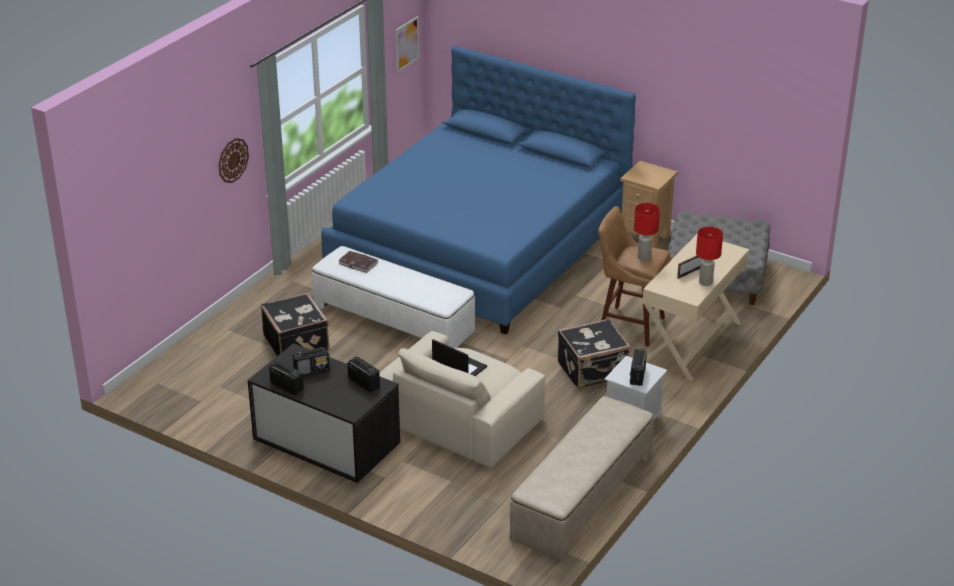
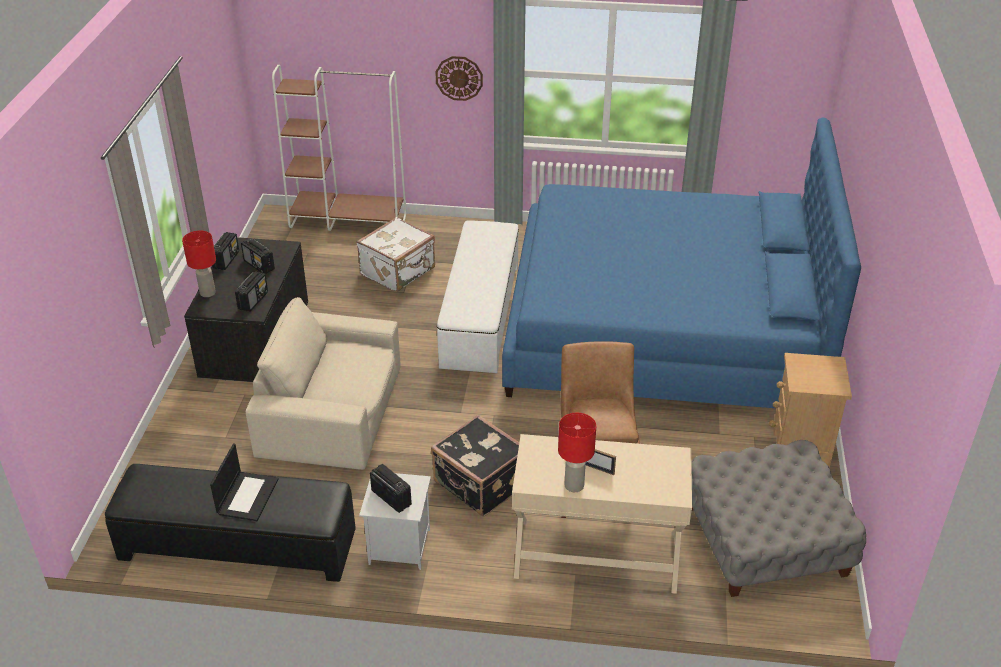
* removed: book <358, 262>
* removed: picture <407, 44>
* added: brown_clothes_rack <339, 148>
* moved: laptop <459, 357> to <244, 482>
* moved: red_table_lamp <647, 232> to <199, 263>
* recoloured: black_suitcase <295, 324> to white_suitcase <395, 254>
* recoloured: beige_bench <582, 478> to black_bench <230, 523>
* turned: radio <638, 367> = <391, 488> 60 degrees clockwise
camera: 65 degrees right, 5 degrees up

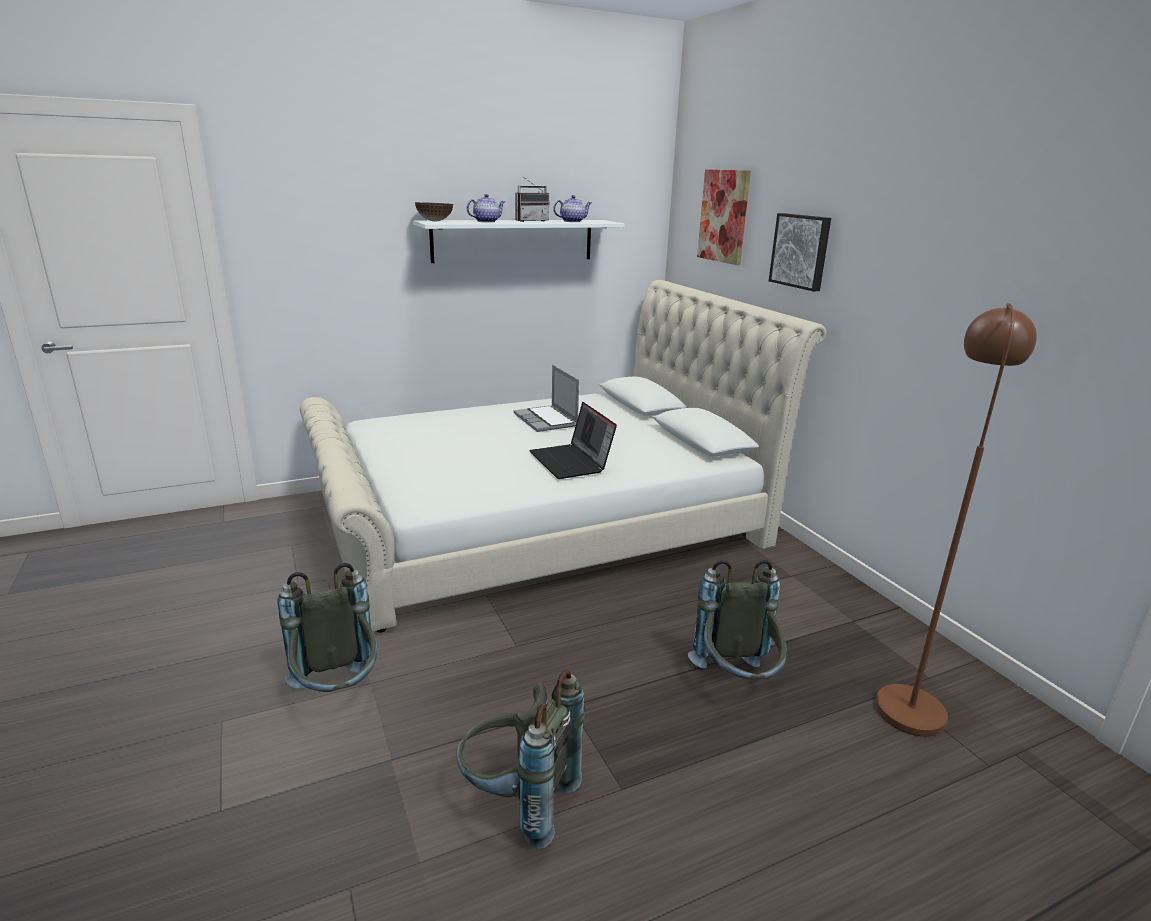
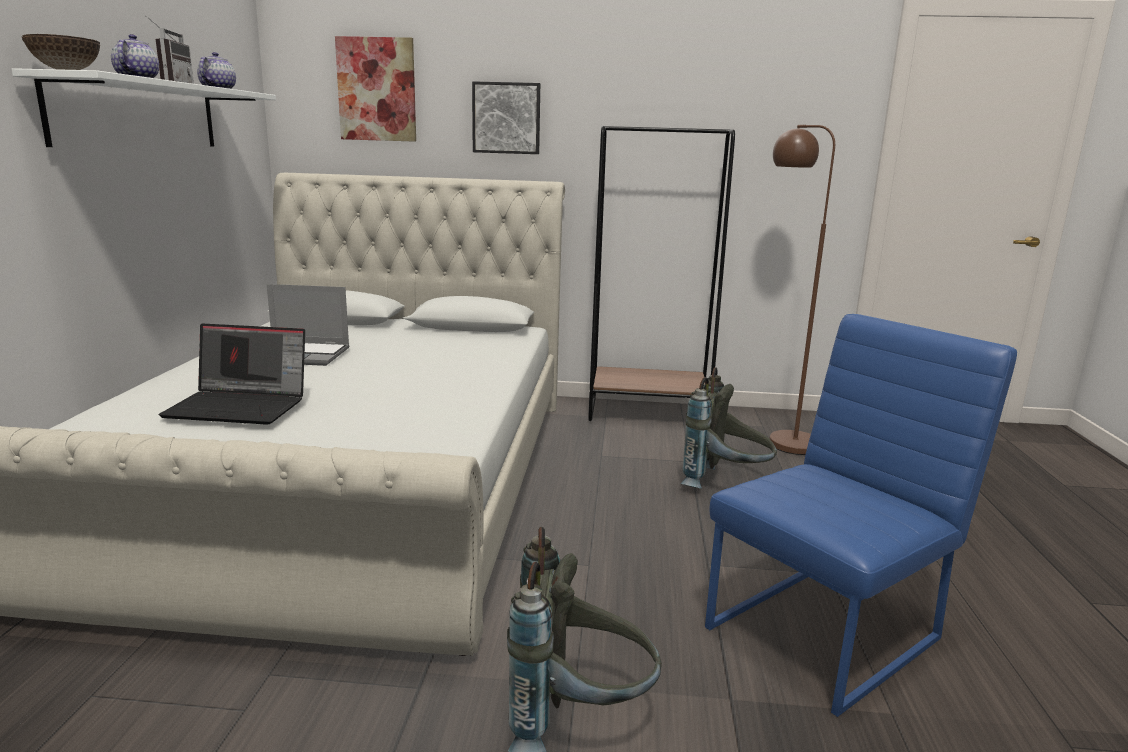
* added: clothes_rack <661, 273>
* moved: laptop <573, 440> to <232, 374>
* replaced: grey_backpack <521, 759> to blue_chair <861, 515>
camera: 60 degrees left, 5 degrees down

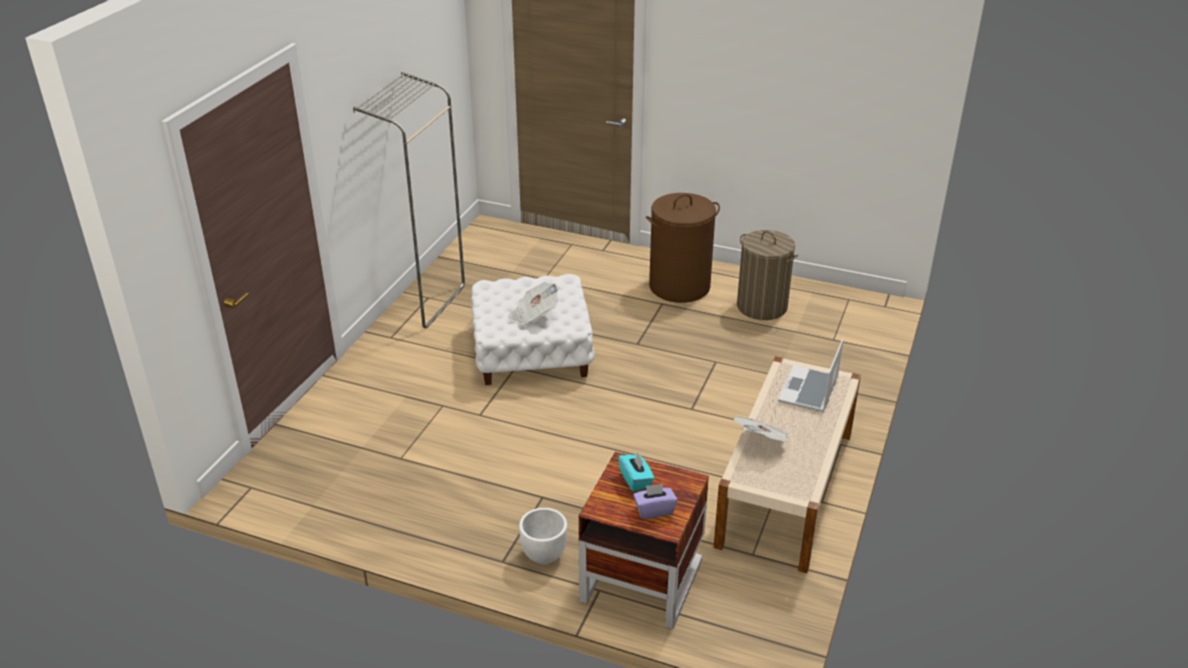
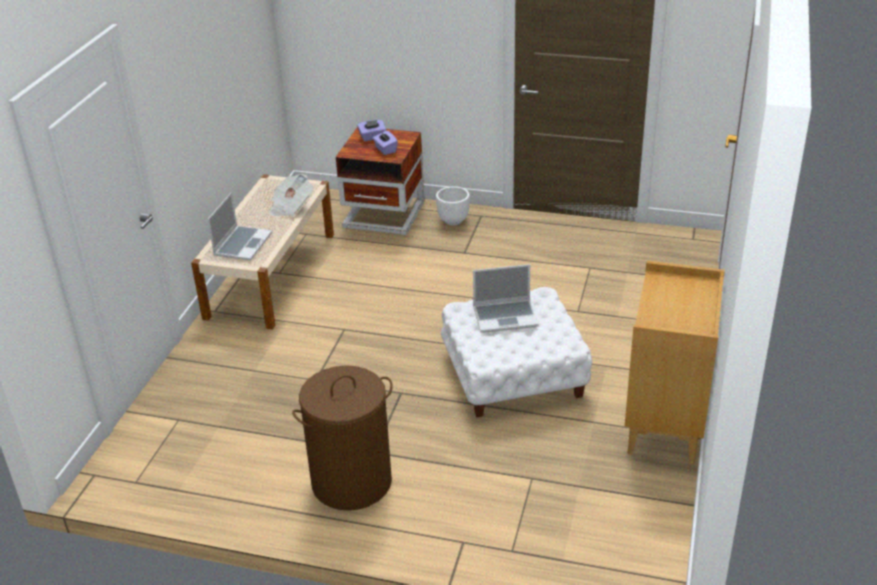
* removed: laundry_basket <767, 275>
* replaced: grey_clothes_rack <409, 200> to brown_cabinet <674, 362>
* replaced: newspaper <534, 304> to laptop <506, 298>
* recoloured: turquoise_tissue_box <636, 472> to purple_tissue_box <385, 142>
camera: 175 degrees right, 0 degrees up

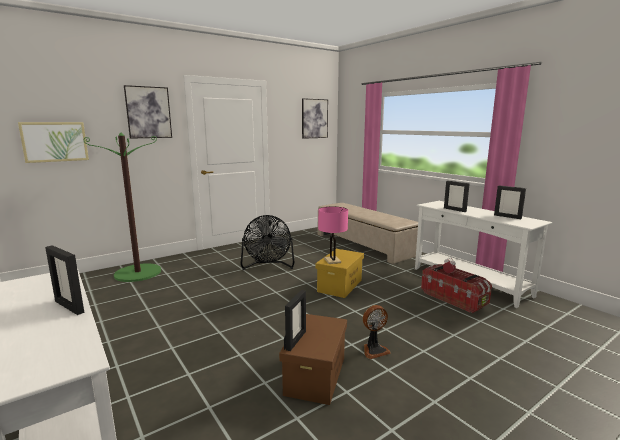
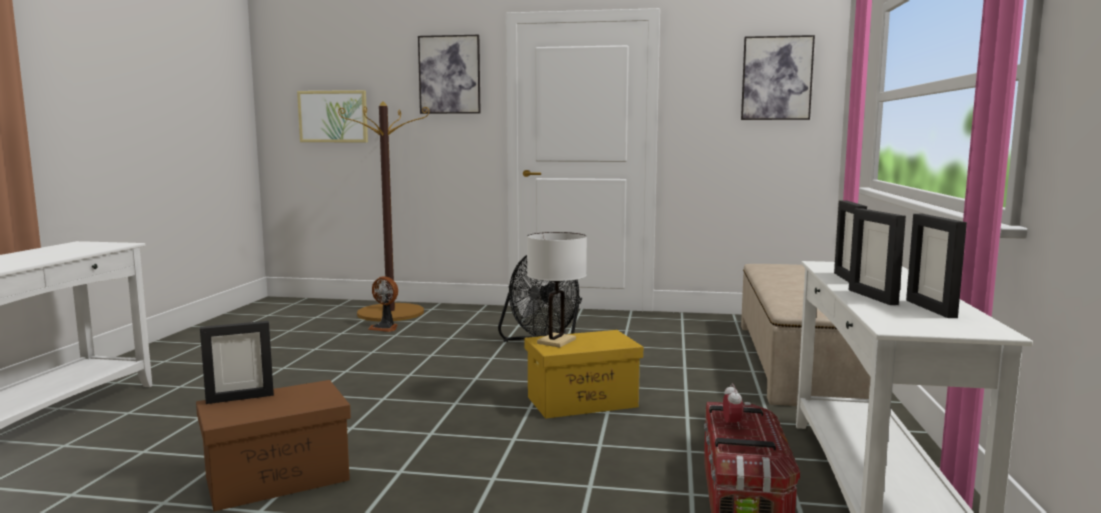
* moved: picture_frame <64, 280> to <877, 256>
* moved: fan <377, 332> to <383, 304>
* recoloured: green_clothes_rack <122, 207> to brown_clothes_rack <384, 211>
* recoloured: pink_table_lamp <333, 235> to white_table_lamp <557, 289>
camera: 45 degrees right, 5 degrees down

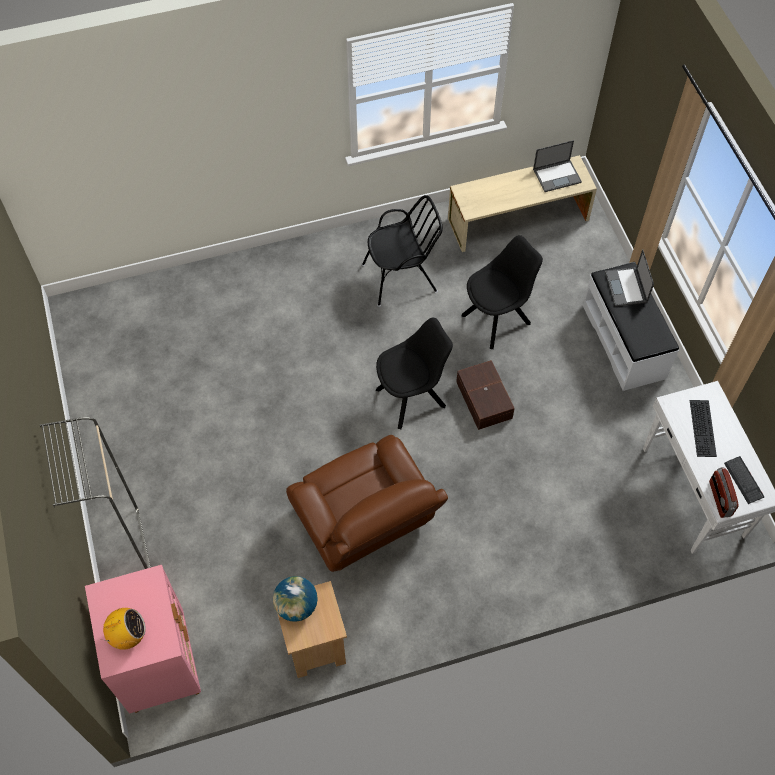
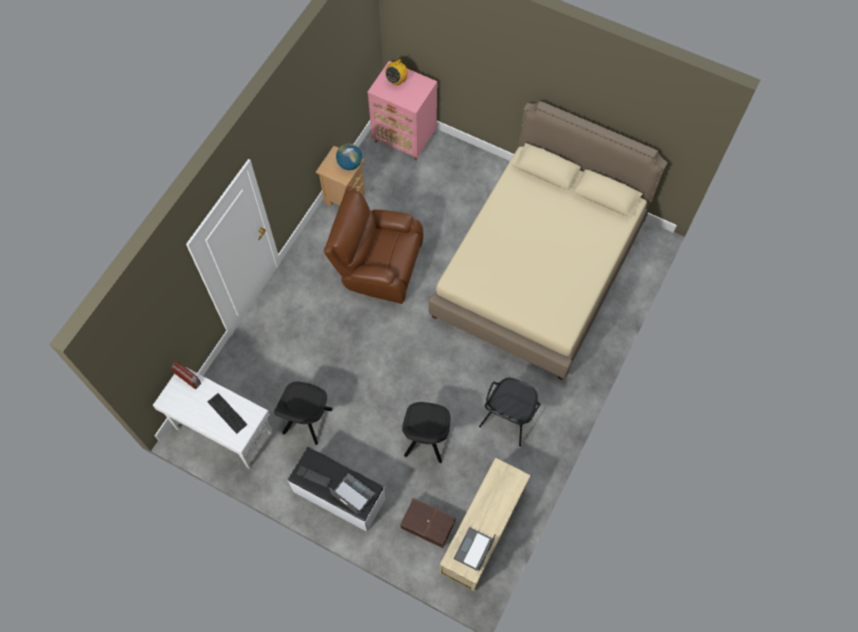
* removed: grey_clothes_rack <95, 493>
* added: beige_bed <548, 240>
* moved: black_chair <414, 373> to <303, 413>
* moved: brown_storage_box <485, 395> to <428, 523>
* moved: keyboard <744, 480> to <314, 476>
camera: 135 degrees right, 5 degrees up

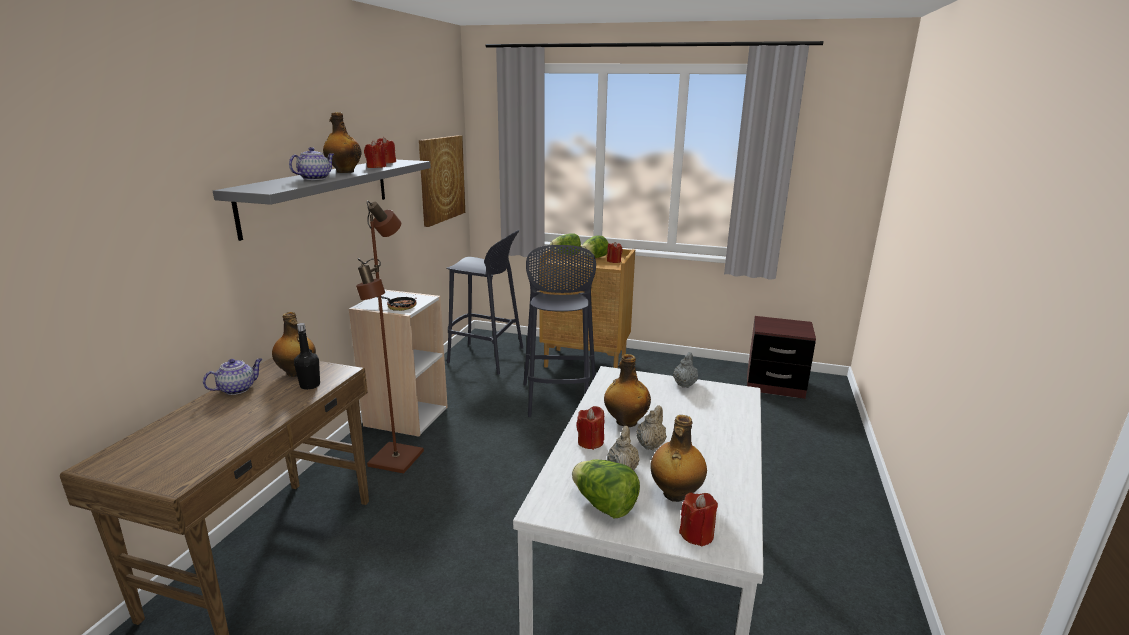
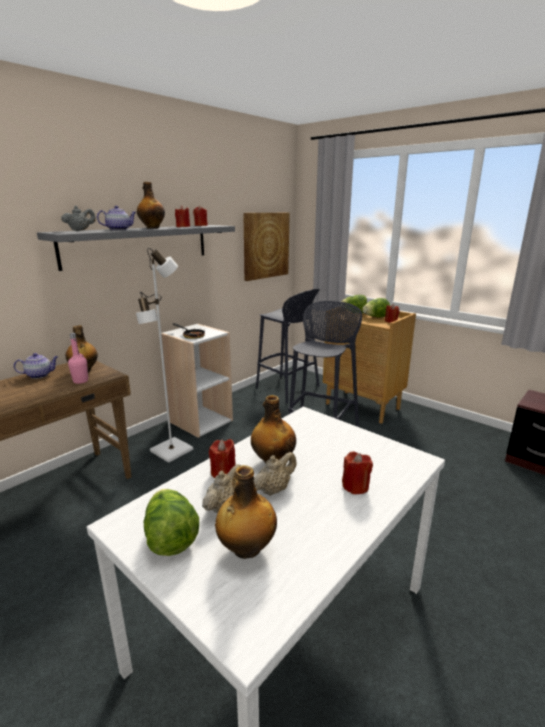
* moved: grey_teapot <685, 370> to <78, 218>
* moved: red_candle <698, 519> to <357, 473>
* recoloured: black_bottle <307, 356> to pink_bottle <78, 358>
* recoloured: brown_floor_lamp <390, 337> to white_floor_lamp <164, 355>
camera: 25 degrees right, 0 degrees up

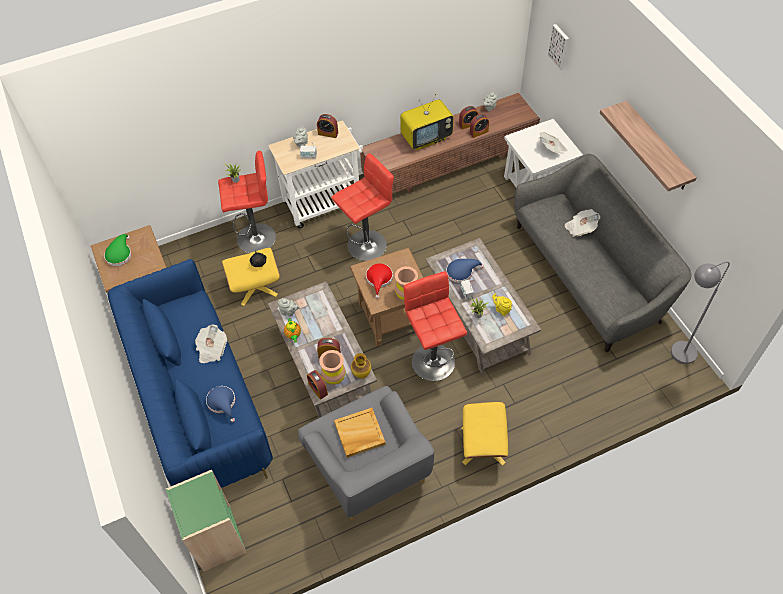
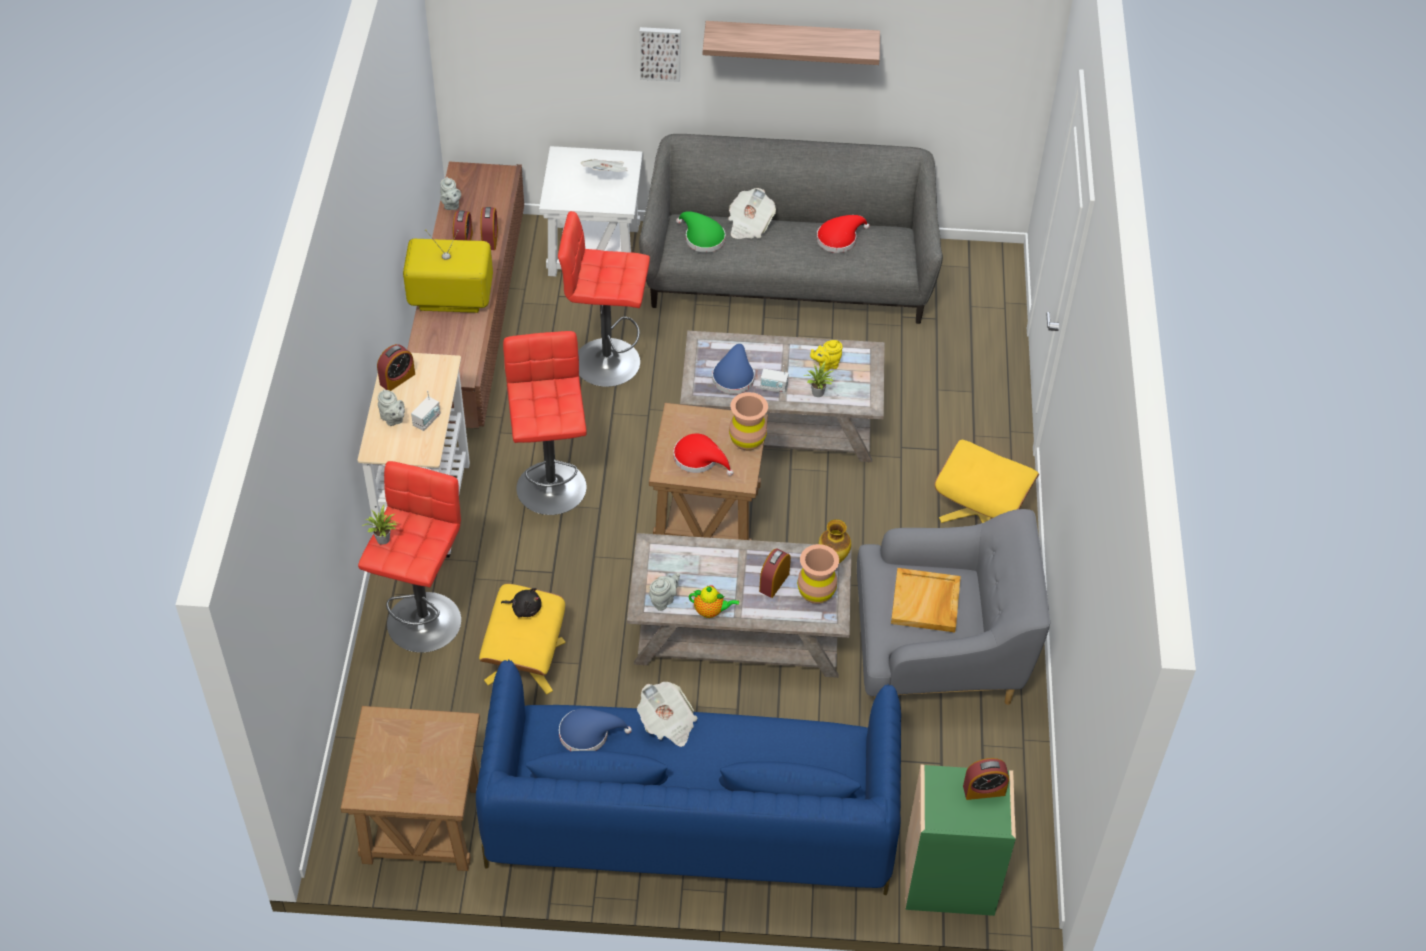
* removed: grey_floor_lamp <700, 313>
* added: red_hat <843, 234>
* moved: green_hat <118, 250> to <700, 232>
* moved: blue_hat <220, 404> to <595, 729>
* moved: alarm_clock <317, 385> to <986, 779>
* moved: red_stool <435, 326> to <604, 299>
* moved: picture <558, 47> to <660, 54>
* turned: television <427, 122> = <448, 271> 90 degrees counterclockwise
camera: 65 degrees left, 5 degrees down

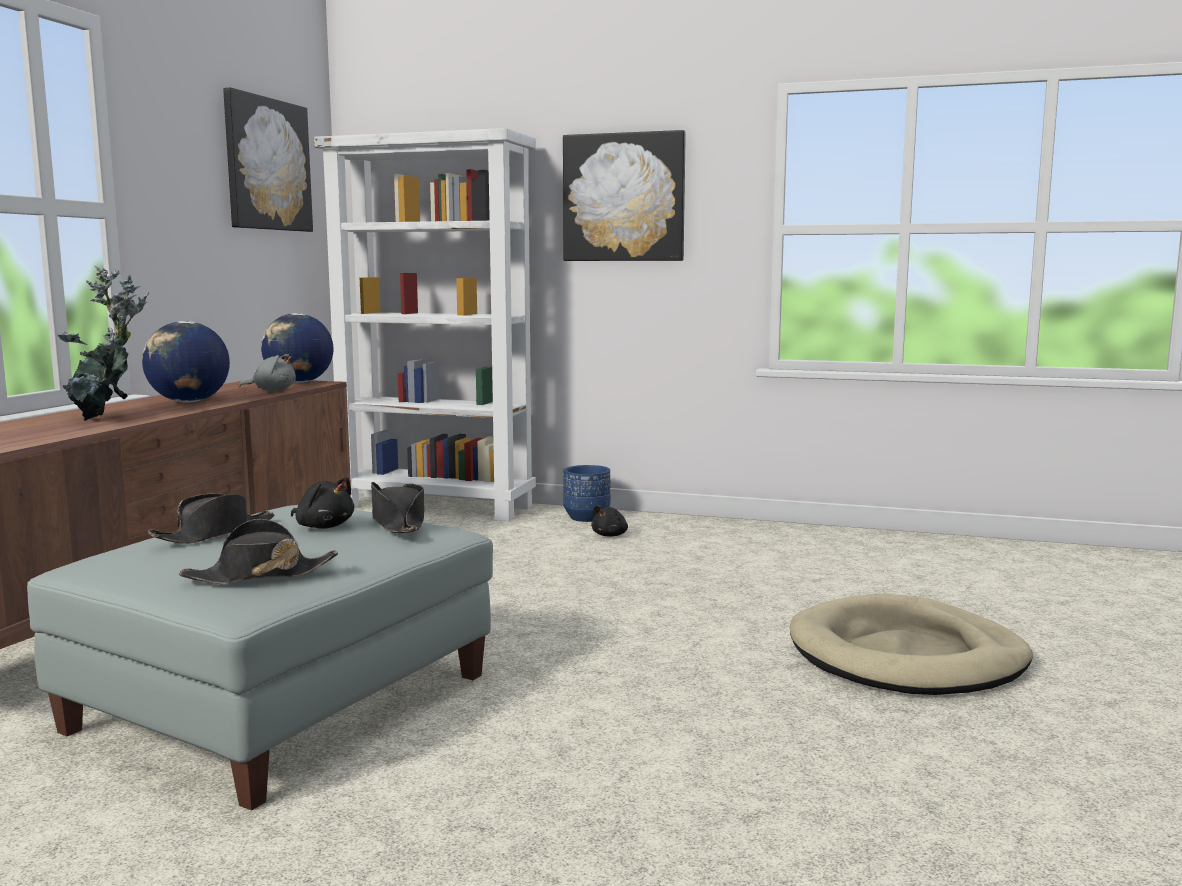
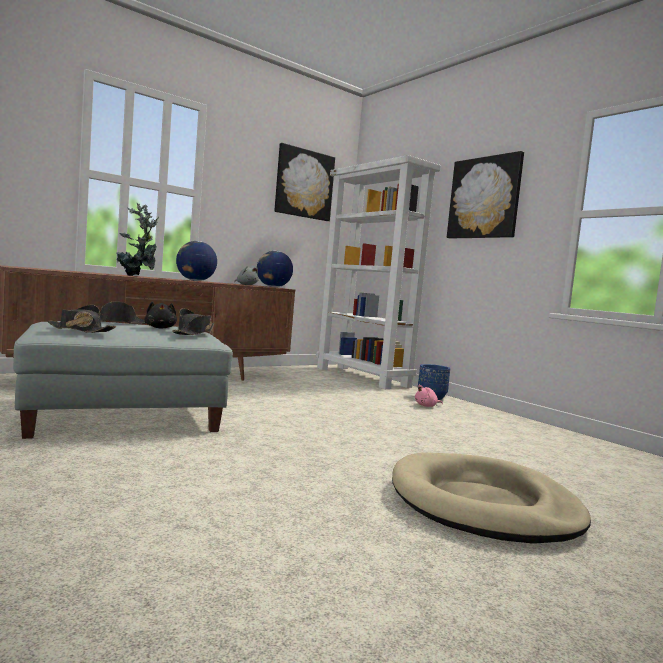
* recoloured: black_plush_toy <609, 521> to pink_plush_toy <429, 396>
camera: 35 degrees right, 5 degrees down

